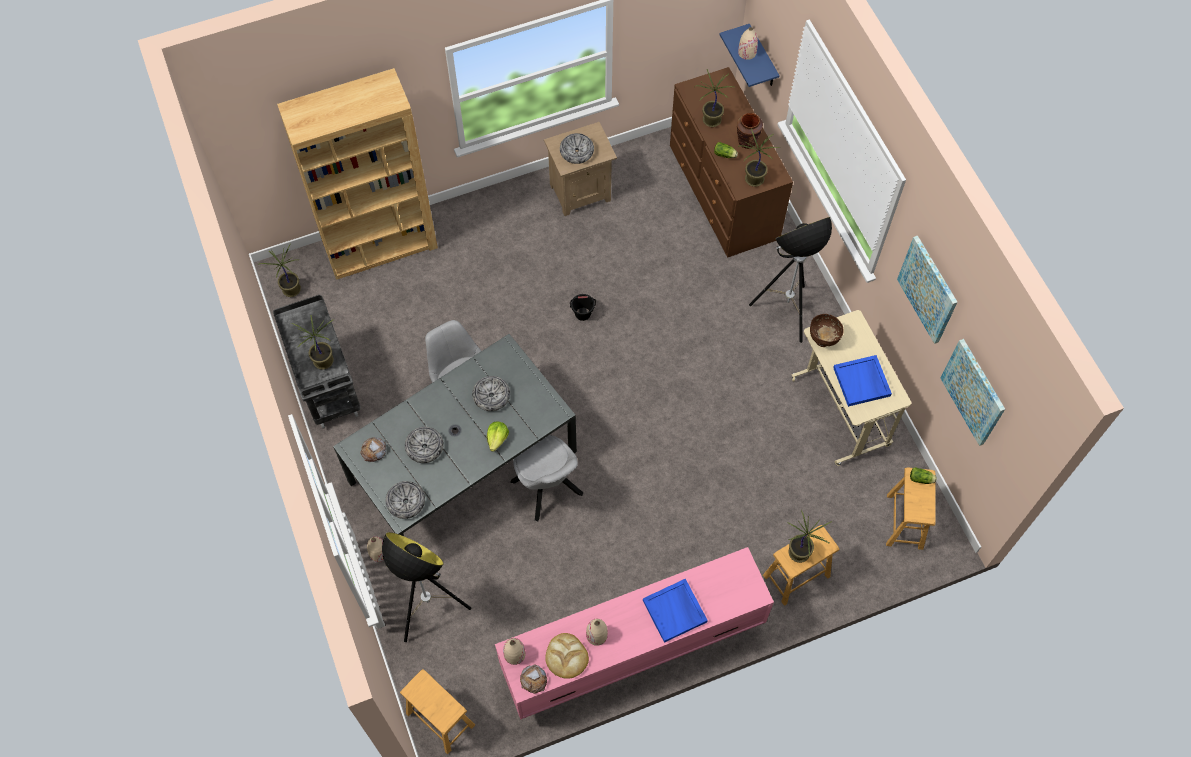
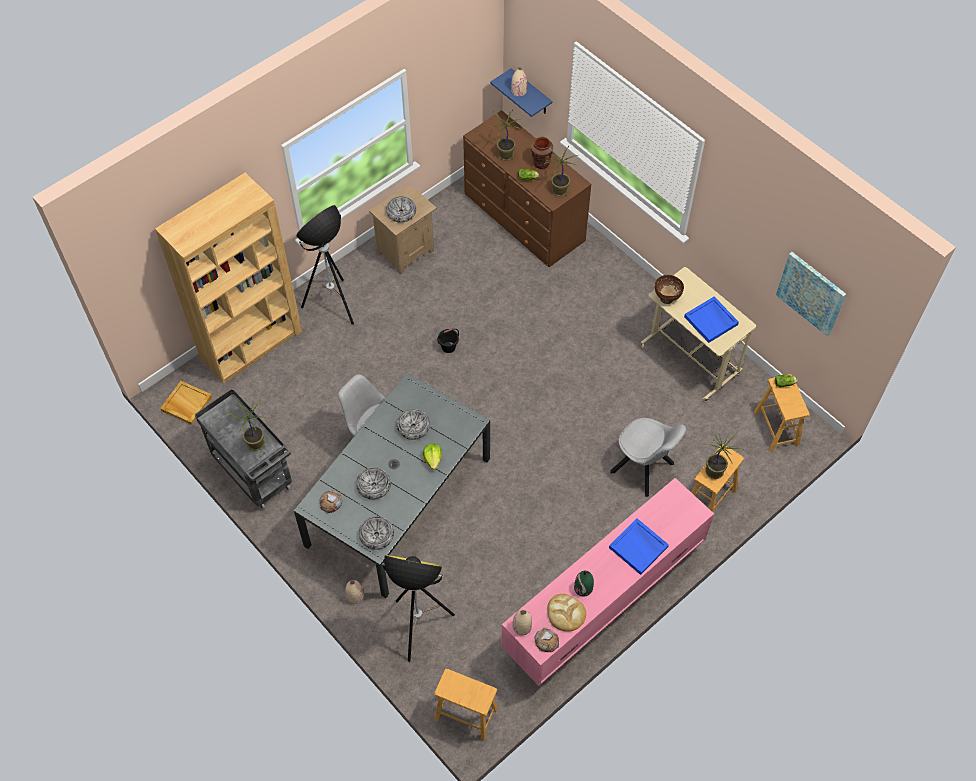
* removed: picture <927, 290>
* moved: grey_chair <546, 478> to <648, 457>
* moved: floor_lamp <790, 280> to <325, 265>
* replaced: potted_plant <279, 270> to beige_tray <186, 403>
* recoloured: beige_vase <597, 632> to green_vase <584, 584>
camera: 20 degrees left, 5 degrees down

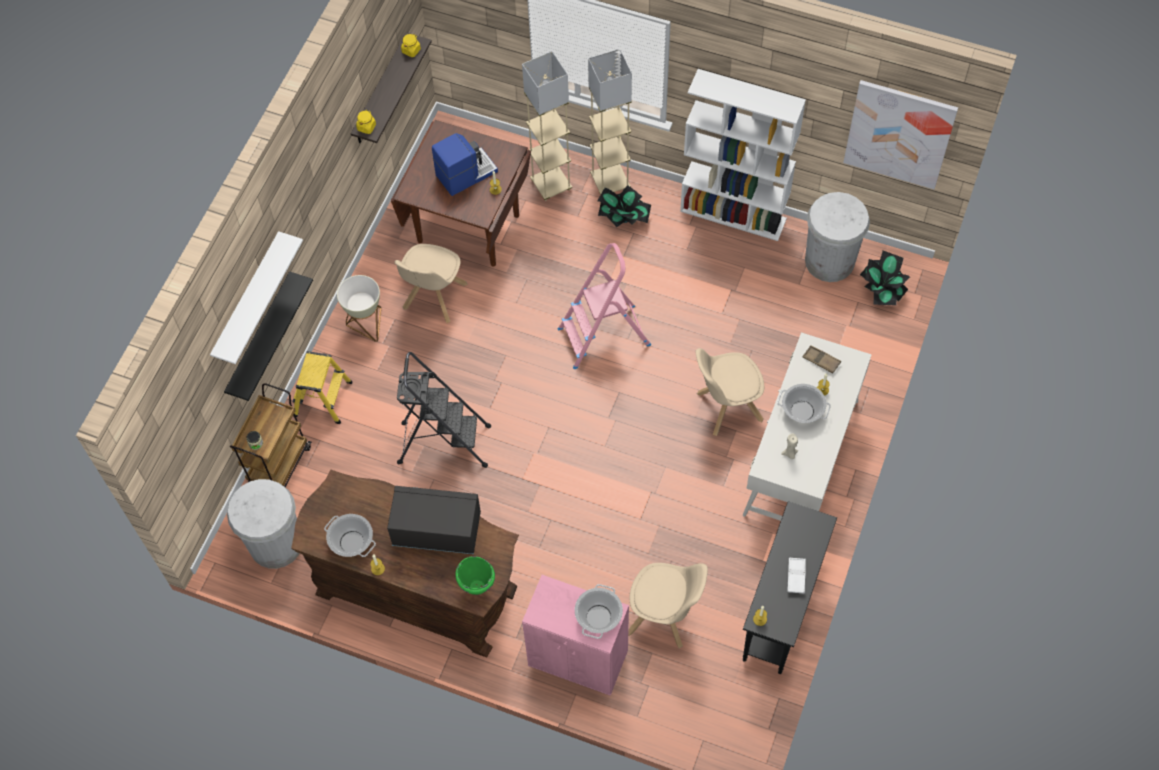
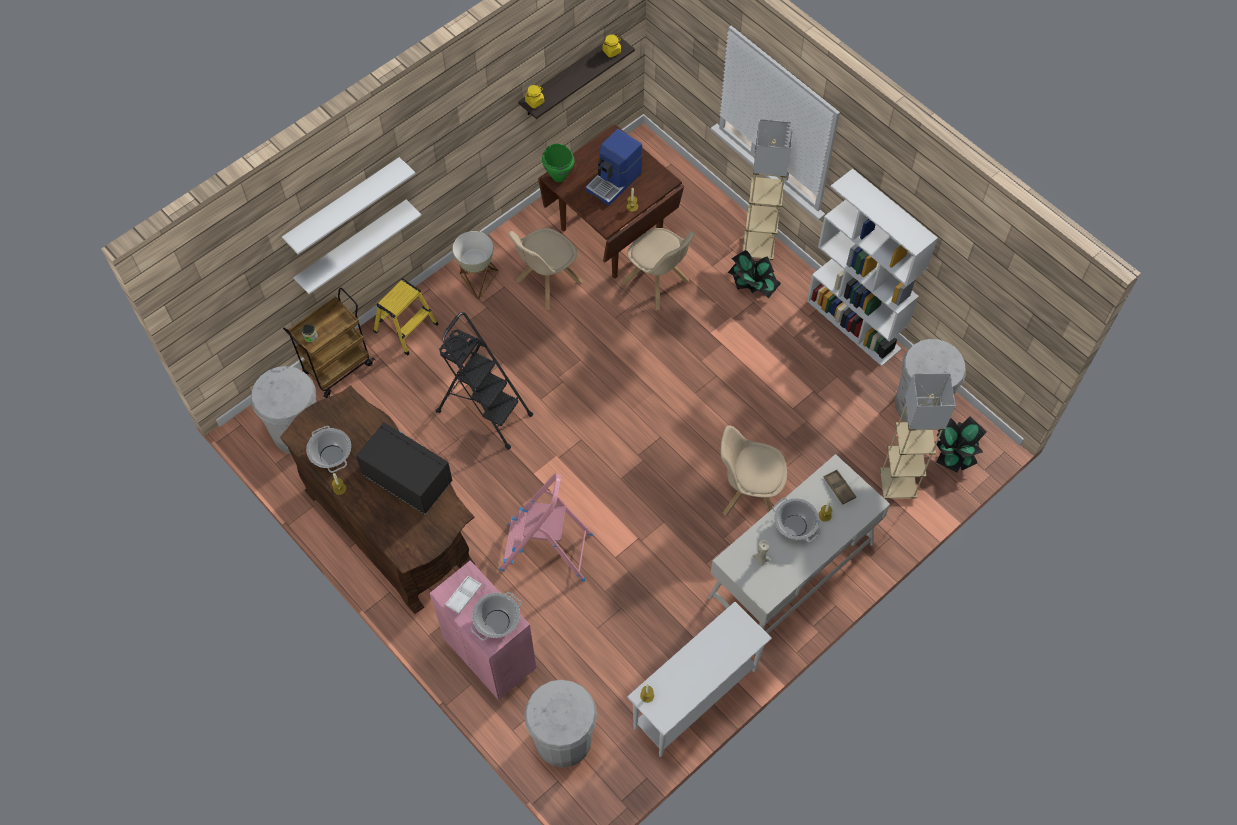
* removed: picture <900, 134>
* added: white_trash_can <560, 724>
* moved: green_cooking_pot <475, 575> to <558, 163>
* moved: beige_floor_lamp <547, 126> to <917, 436>
* moved: pink_step_ladder <604, 306> to <546, 527>
* moved: beige_chair <668, 605> to <658, 269>
* moved: white_tray <797, 575> to <463, 595>
* recoloured: black_shelf <268, 336> to white_shelf <357, 247>
* recoloured: black_console_table <790, 587> to white_console_table <699, 679>
* turned: coffee_machine <465, 164> = <613, 167> 135 degrees clockwise
camera: 25 degrees right, 0 degrees up

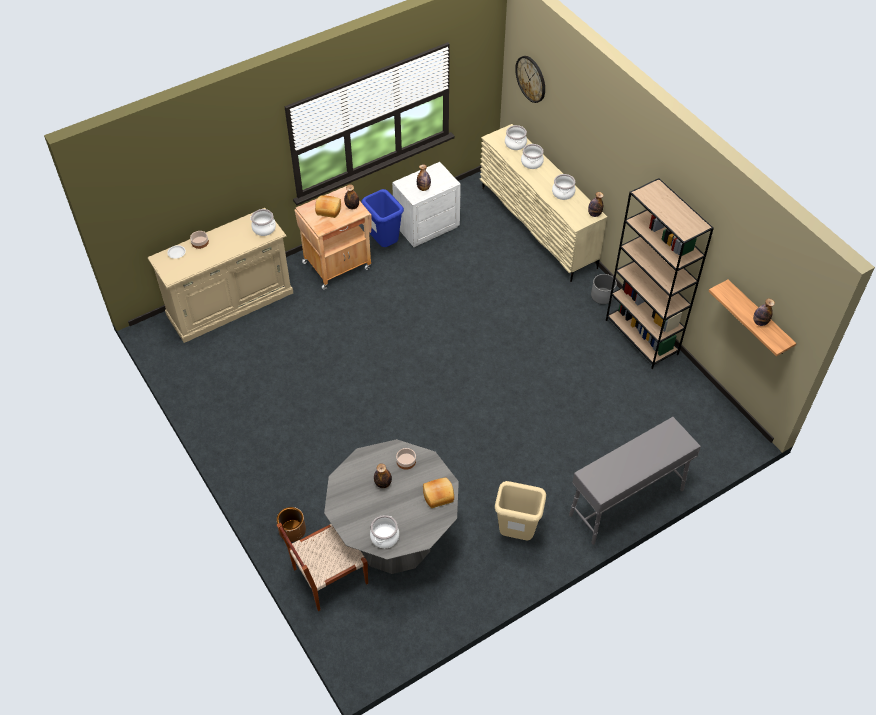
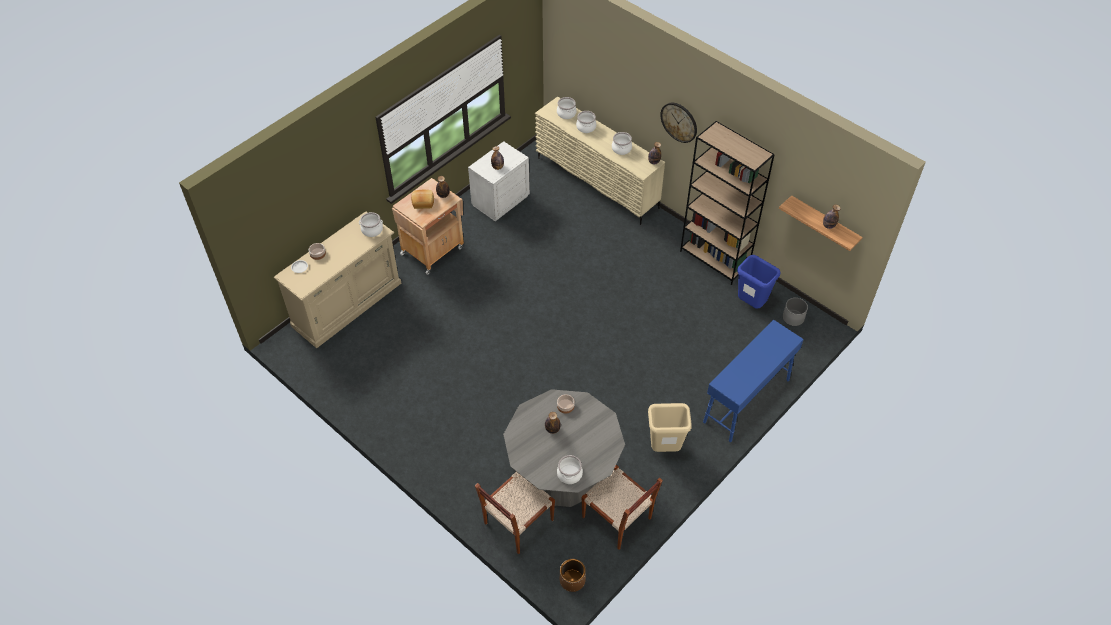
* removed: bread <438, 492>
* added: chair <622, 507>
* moved: brown_planter <291, 524> to <573, 575>
* moved: blue_trash_can <382, 218> to <759, 282>
* moved: wall_clock <530, 79> to <678, 122>
* moved: grey_planter <604, 289> to <795, 312>
* recoloured: grey_console_table <635, 481> to blue_console_table <753, 381>
camera: 15 degrees left, 0 degrees up

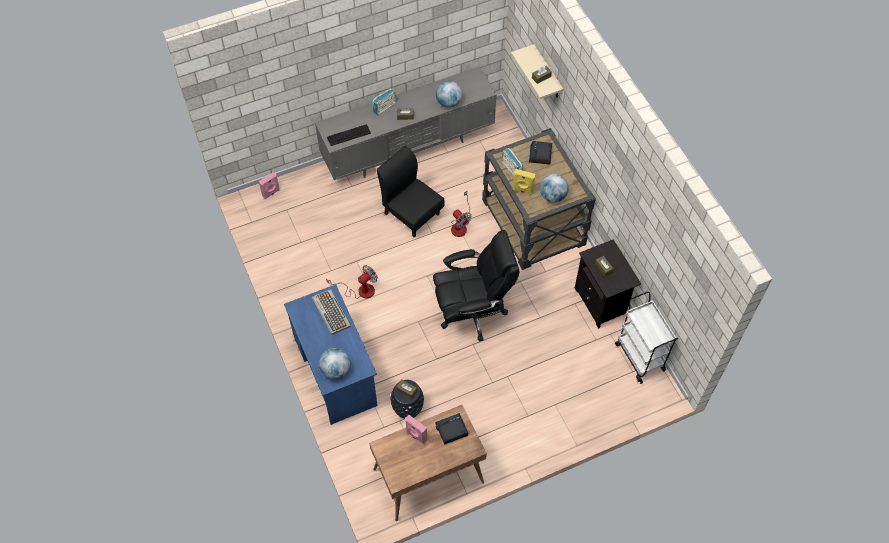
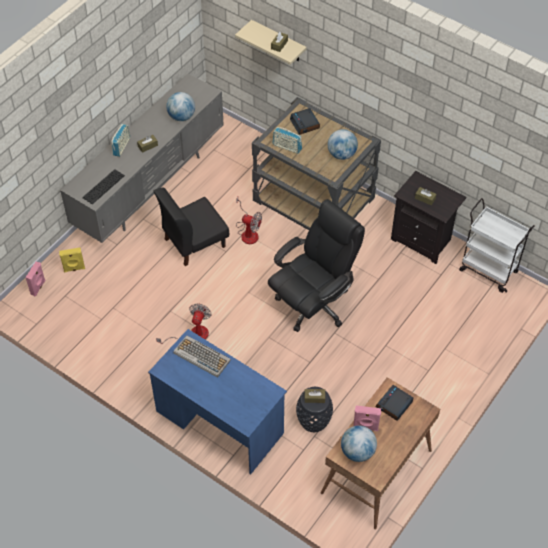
* moved: globe <334, 363> to <359, 443>
* moved: yellow_speaker <524, 181> to <72, 259>
* turned: black_chair <411, 192> = <191, 227> 45 degrees counterclockwise
camera: 30 degrees left, 5 degrees down

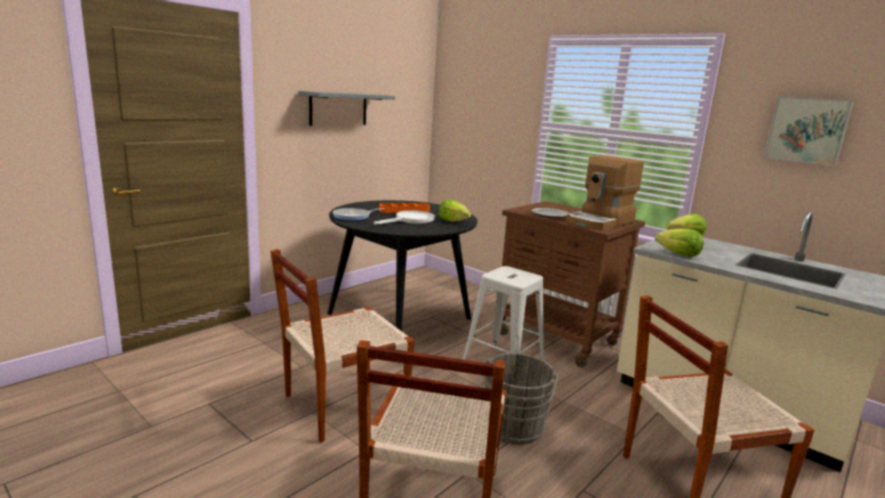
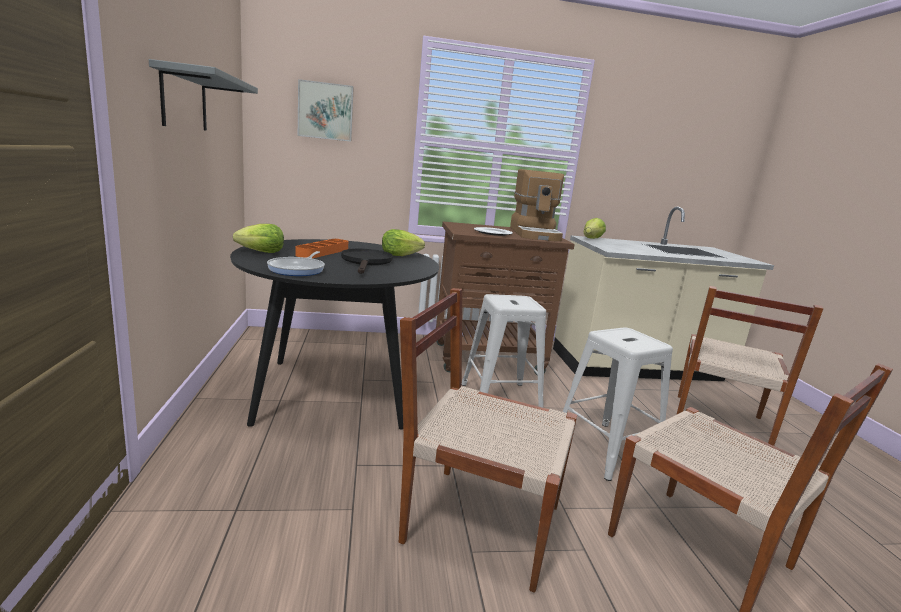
* moved: lettuce <679, 242> to <258, 238>
* moved: picture <809, 131> to <326, 110>
* replaced: grey_bucket <518, 399> to white_stool <618, 404>
* recoloured: white_frying_pan <404, 217> to black_frying_pan <367, 261>
* turned: chair <342, 345> = <488, 440> 105 degrees clockwise
camera: 50 degrees left, 0 degrees up

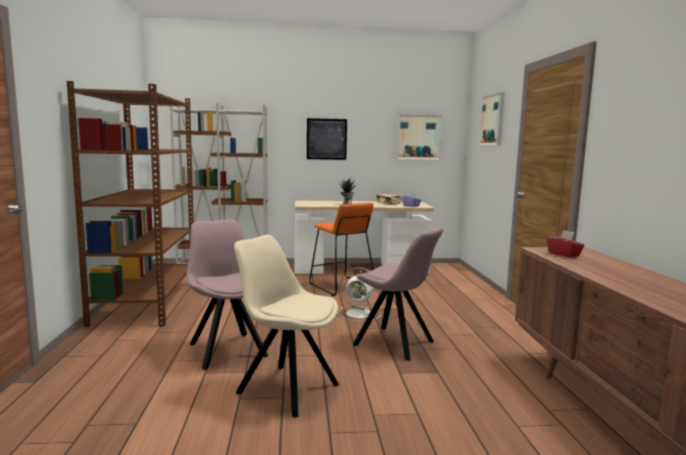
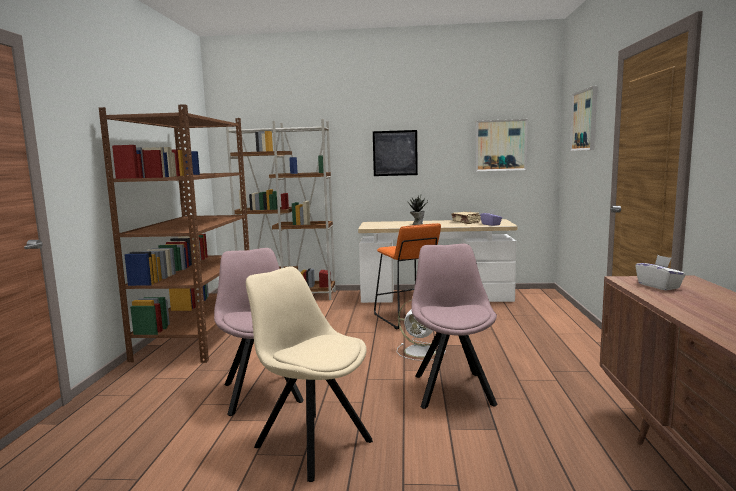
* recoloured: red_tissue_box <566, 244> to white_tissue_box <660, 272>
* turned: pink_chair <398, 294> = <454, 326> 135 degrees counterclockwise
camera: 10 degrees right, 0 degrees up

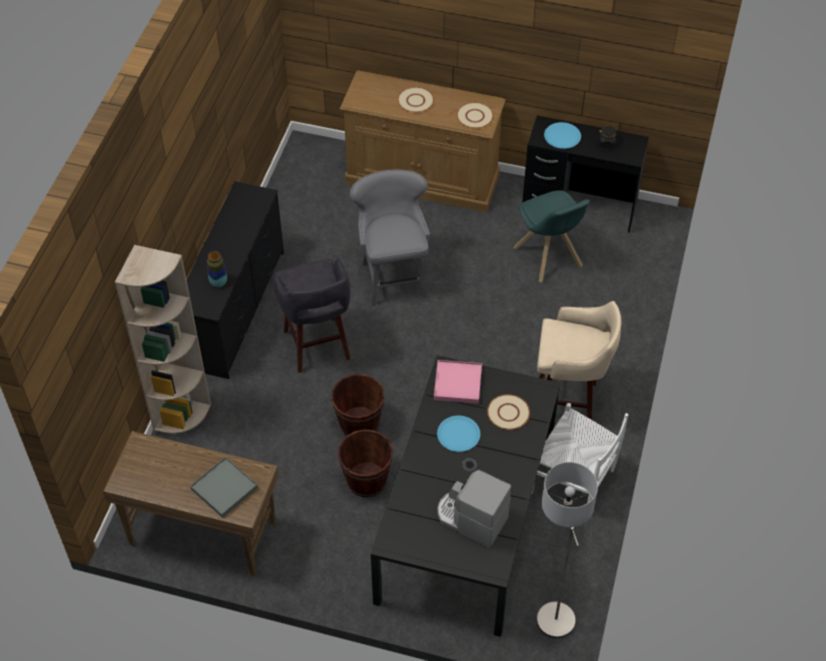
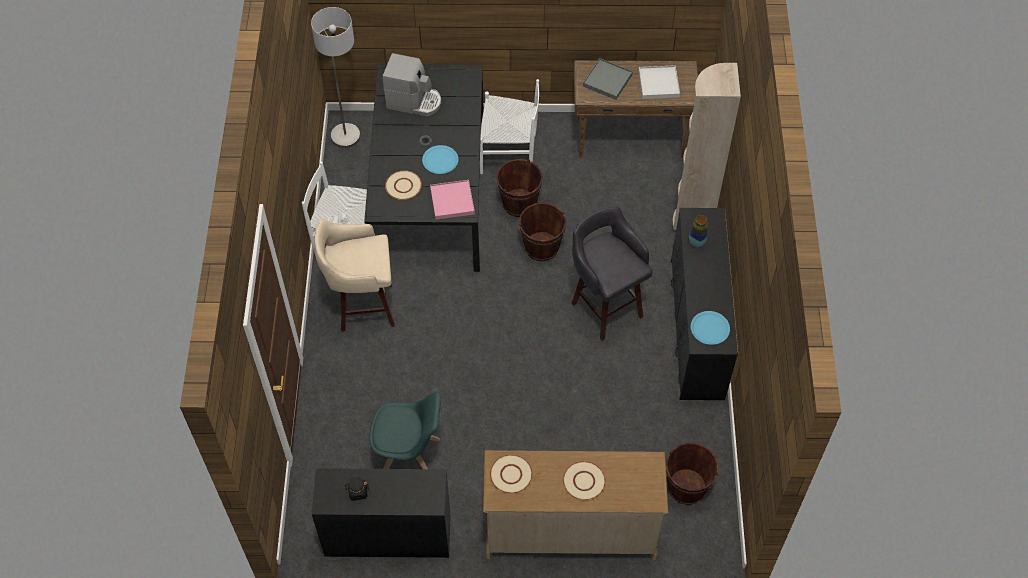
* removed: grey_stool <390, 237>
* added: white_chair <509, 126>
* added: white_tray <659, 82>
* added: brown_bucket <692, 474>
* moved: blue_plate <562, 135> to <710, 328>
* turned: turquoise_chair <551, 236> = <405, 430> 135 degrees clockwise
camera: 165 degrees right, 5 degrees up

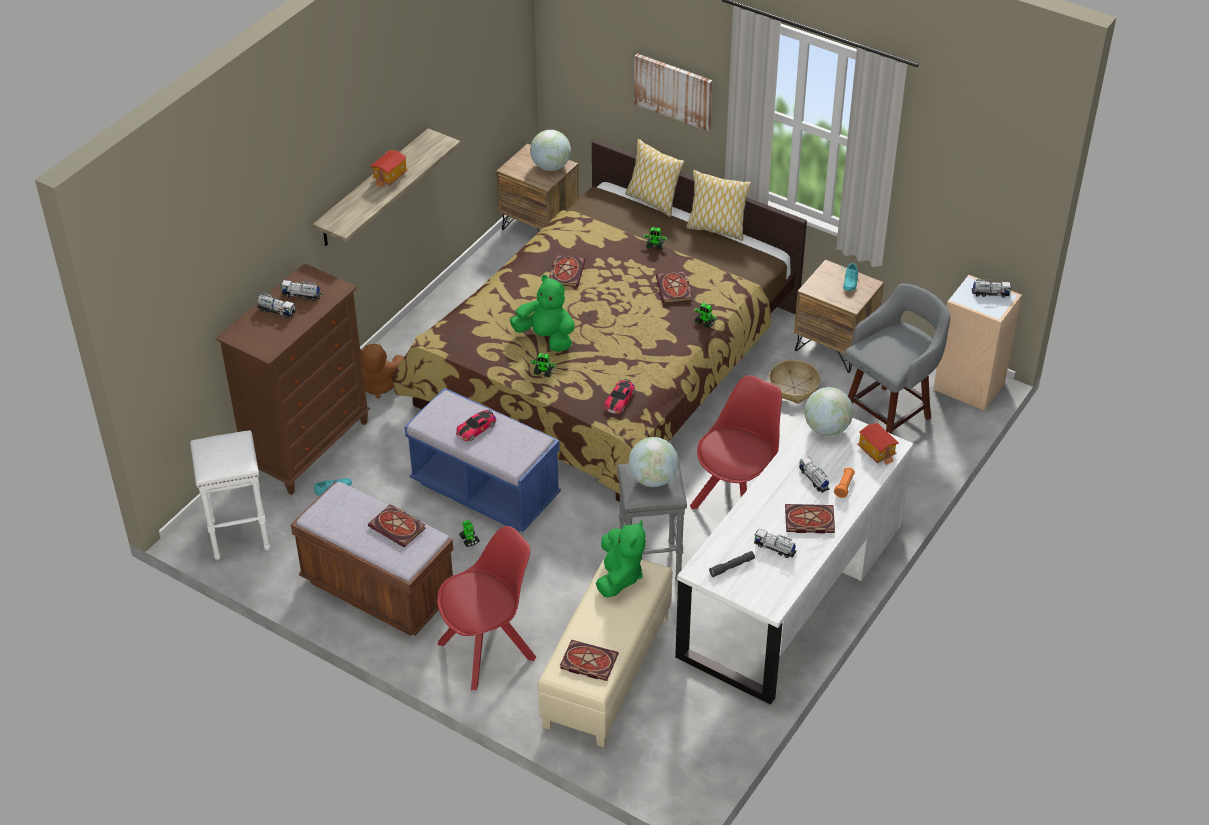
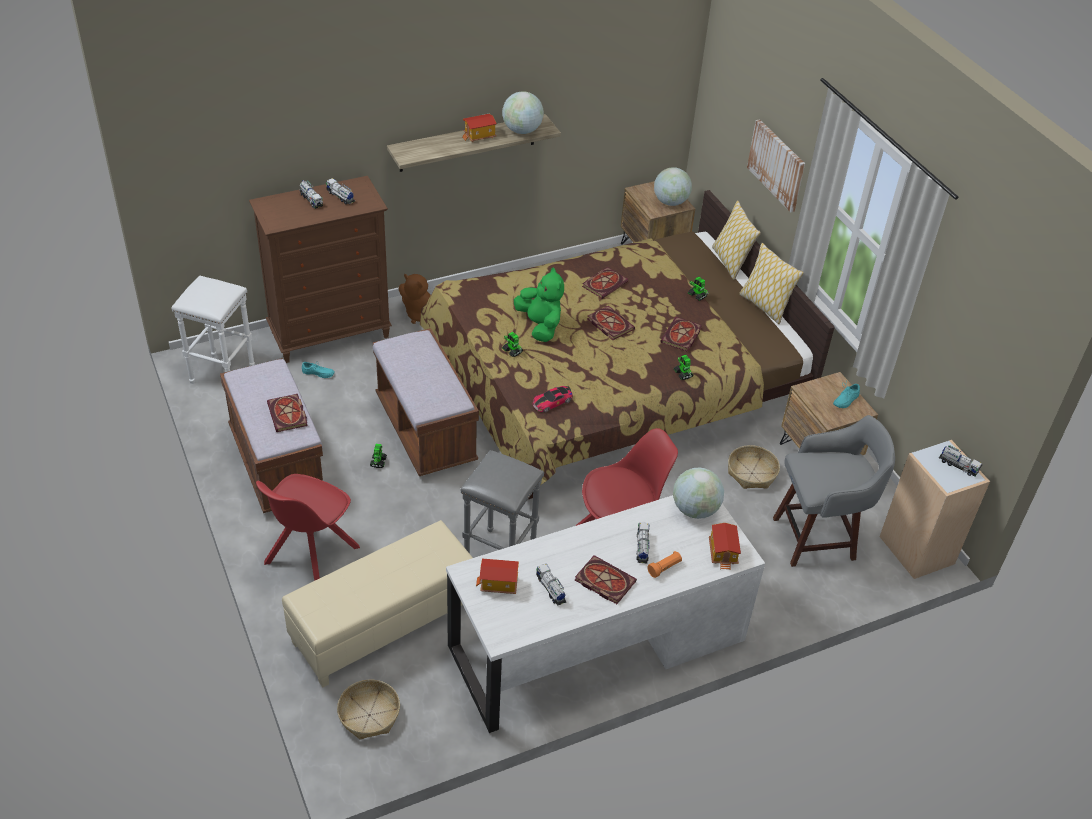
* removed: toy_car <476, 425>
* removed: green_plush_toy <621, 559>
* added: basket <368, 709>
* moved: book <589, 660> to <611, 323>
* moved: globe <653, 462> to <523, 112>
* replaced: grey_flashlight <732, 564> to toy_house <497, 576>
* recoloured: blue_bench <483, 460> to brown_bench <426, 402>
* turned: red_chair <486, 608> = <308, 527> 120 degrees clockwise
camera: 30 degrees right, 0 degrees up

